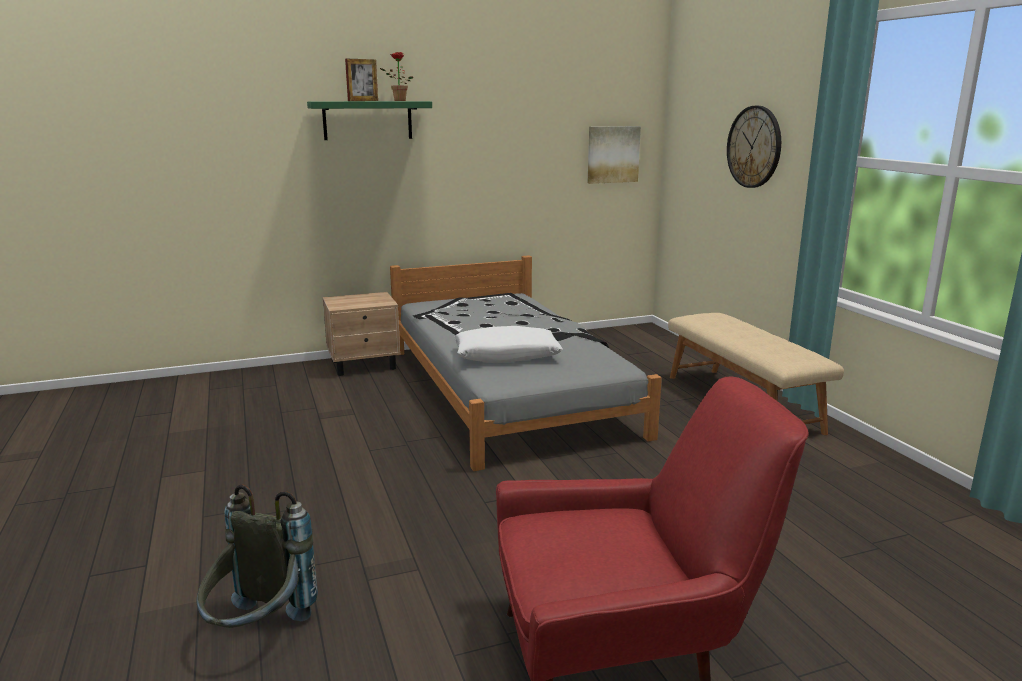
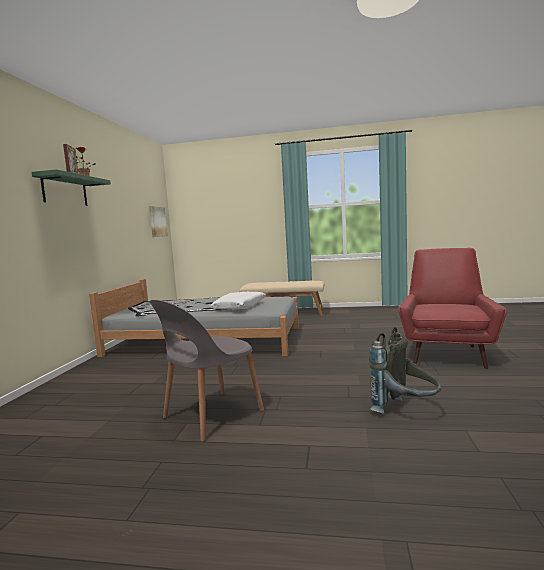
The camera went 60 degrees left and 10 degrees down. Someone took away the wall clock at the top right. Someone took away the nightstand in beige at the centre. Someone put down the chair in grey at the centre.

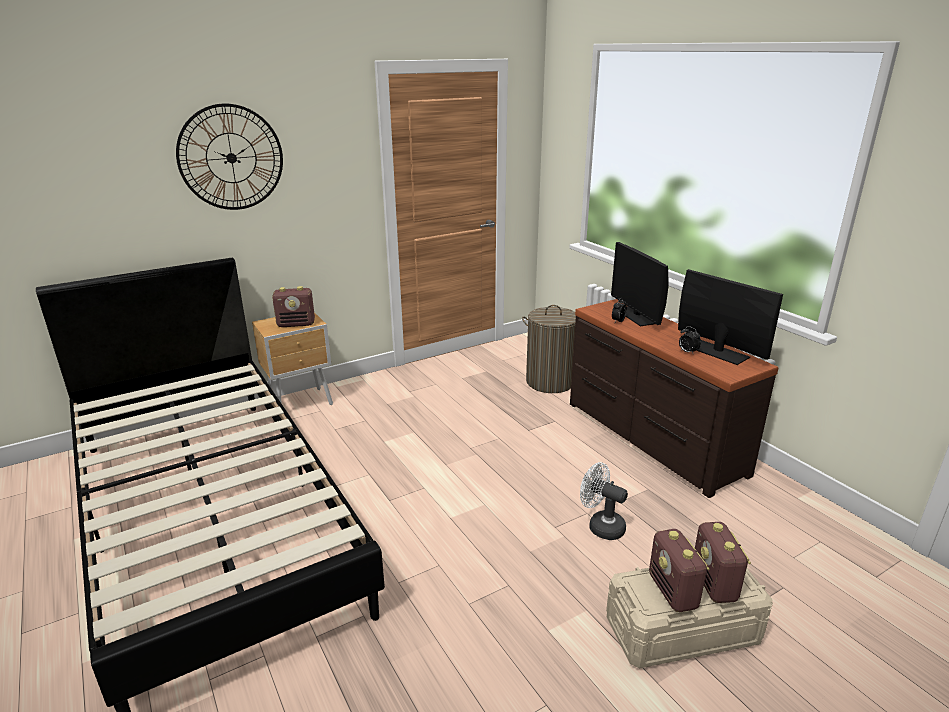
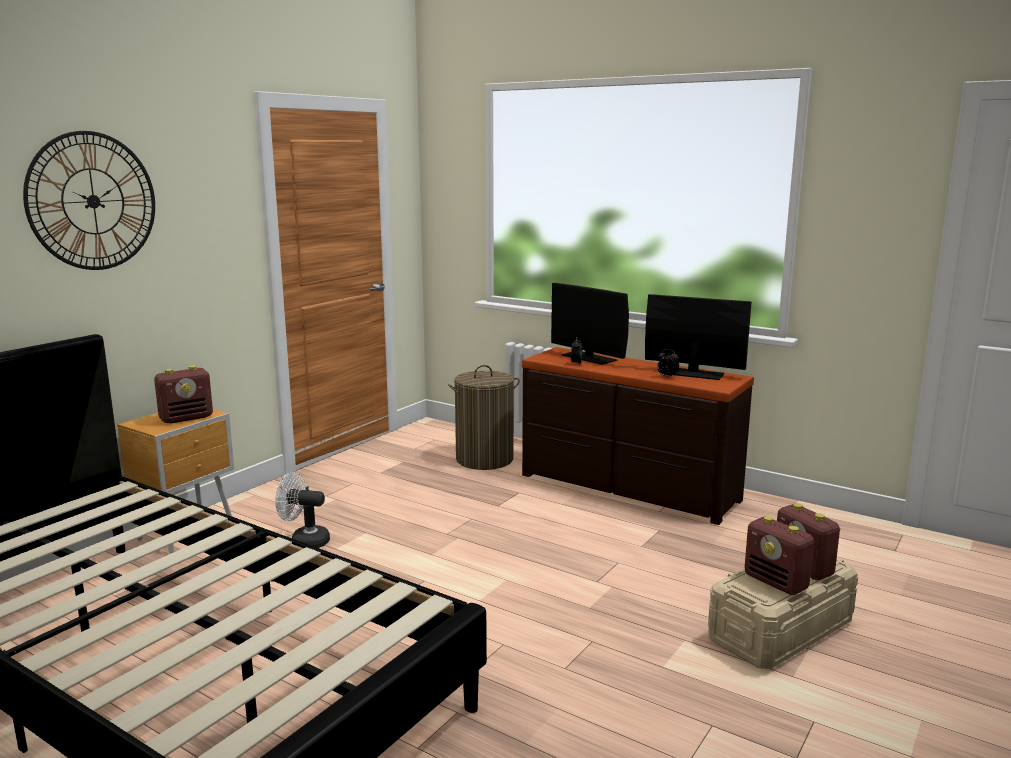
The camera went 25 degrees left and 10 degrees down. Someone carried the fan in white from the bottom centre to the bottom left.

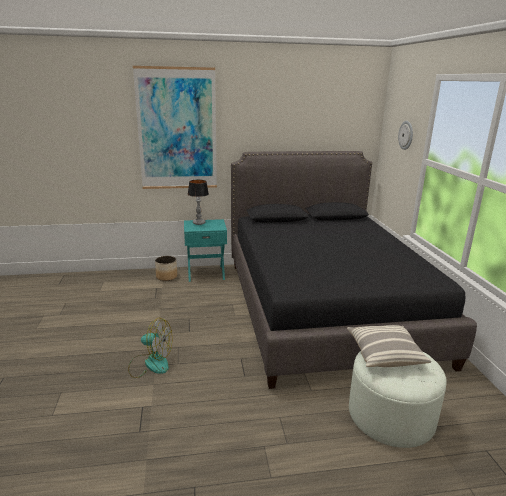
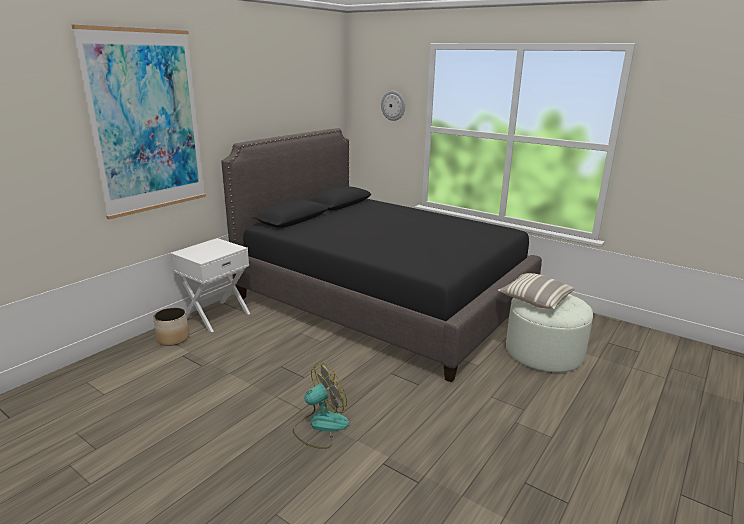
The camera went 45 degrees left and 0 degrees up. Someone took away the table lamp at the centre. Someone repainted the nightstand in turquoise at the centre, which became the nightstand in white at the middle left.

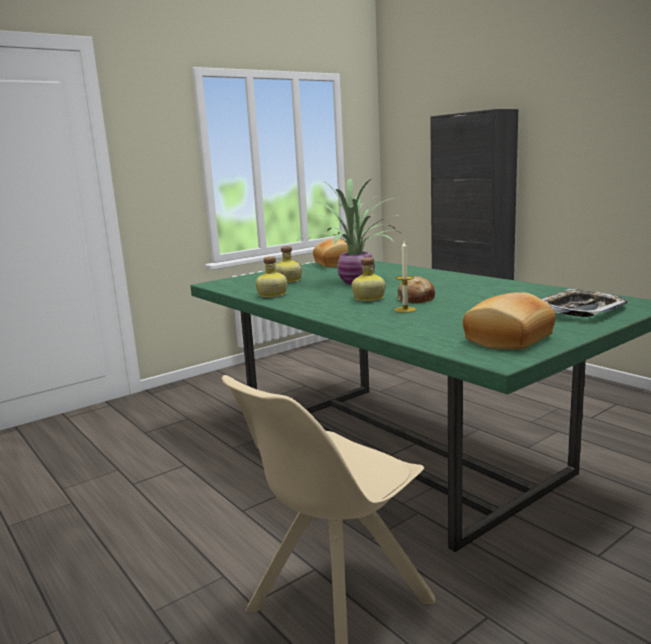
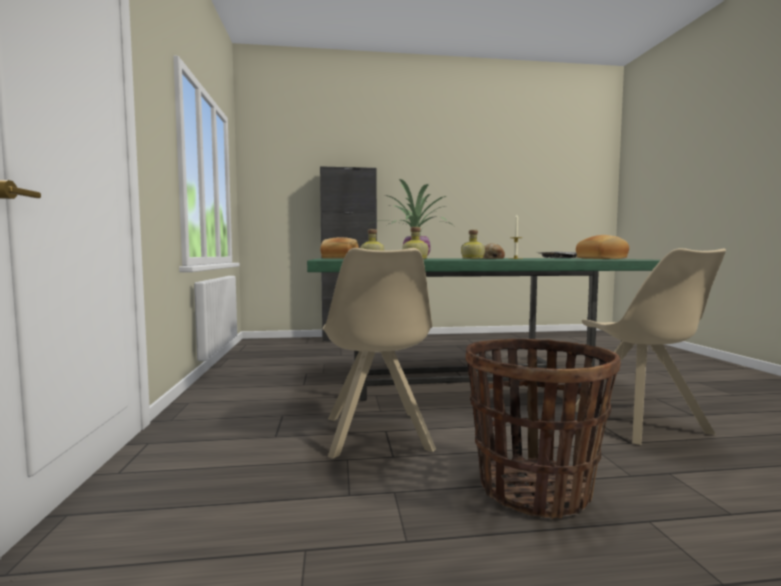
The camera went 60 degrees left and 10 degrees down. Someone put down the chair in beige (1st from left) at the centre. Someone put down the basket at the bottom right.

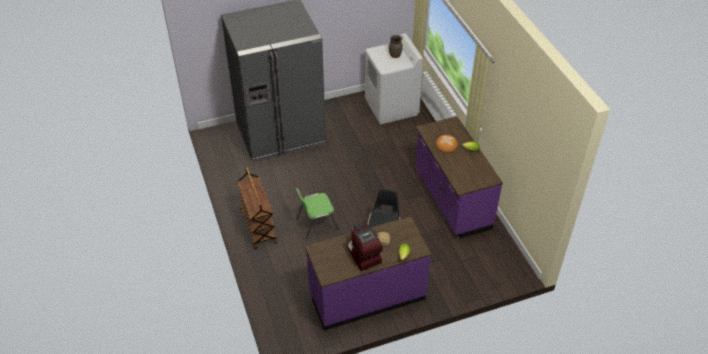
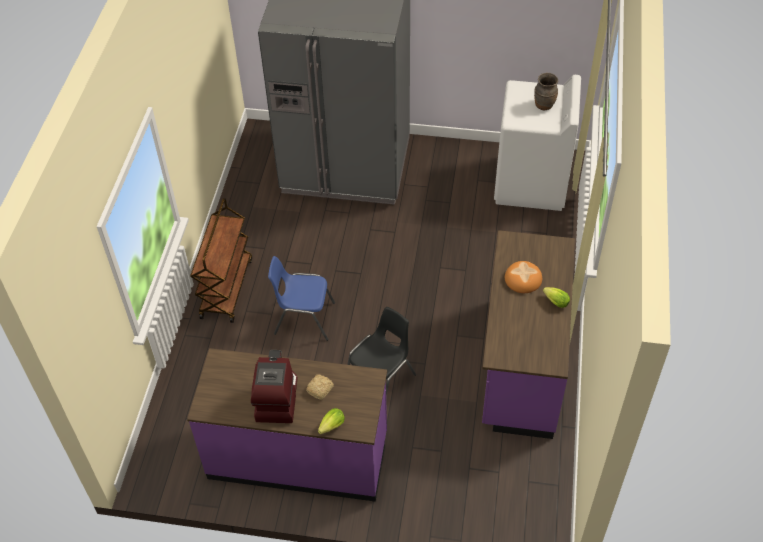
The camera went 30 degrees right and 5 degrees up. Someone repainted the chair in green at the centre, which became the chair in blue at the centre.

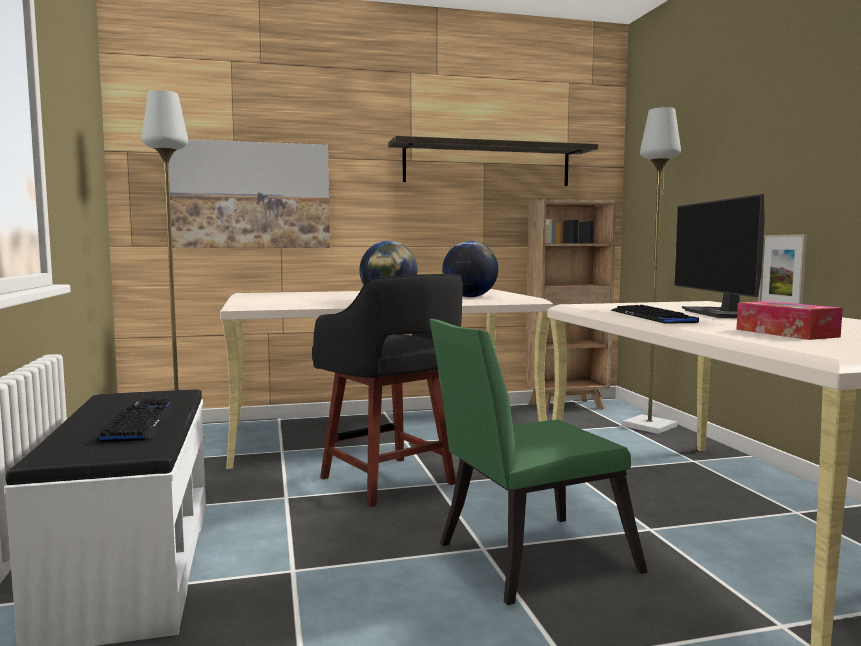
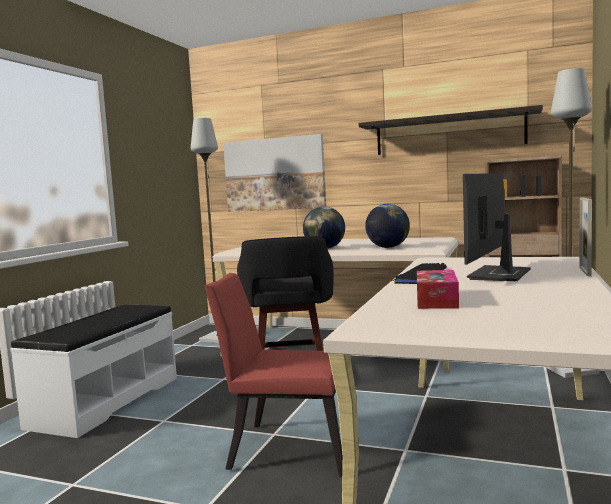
The camera went 35 degrees right and 0 degrees up. Someone repainted the chair in green at the bottom centre, which became the chair in red at the bottom centre. Someone took away the keyboard (1st from left) at the middle left.

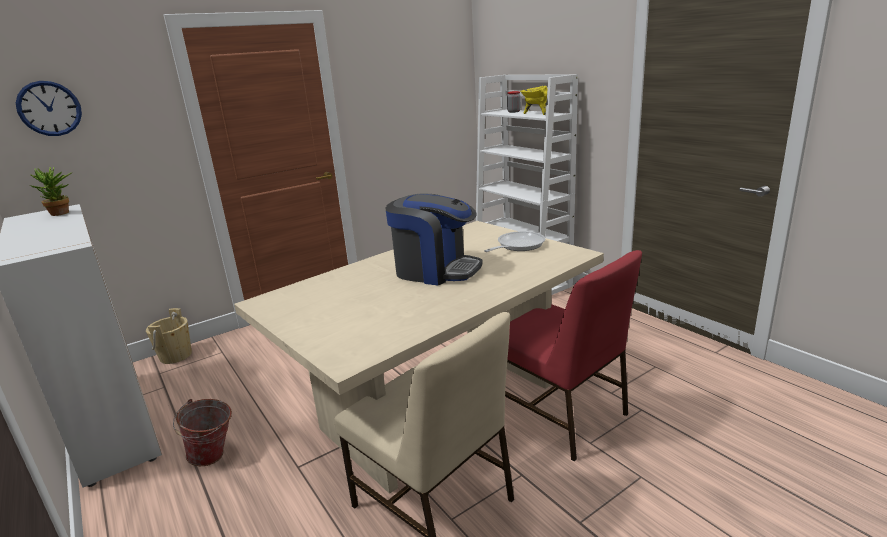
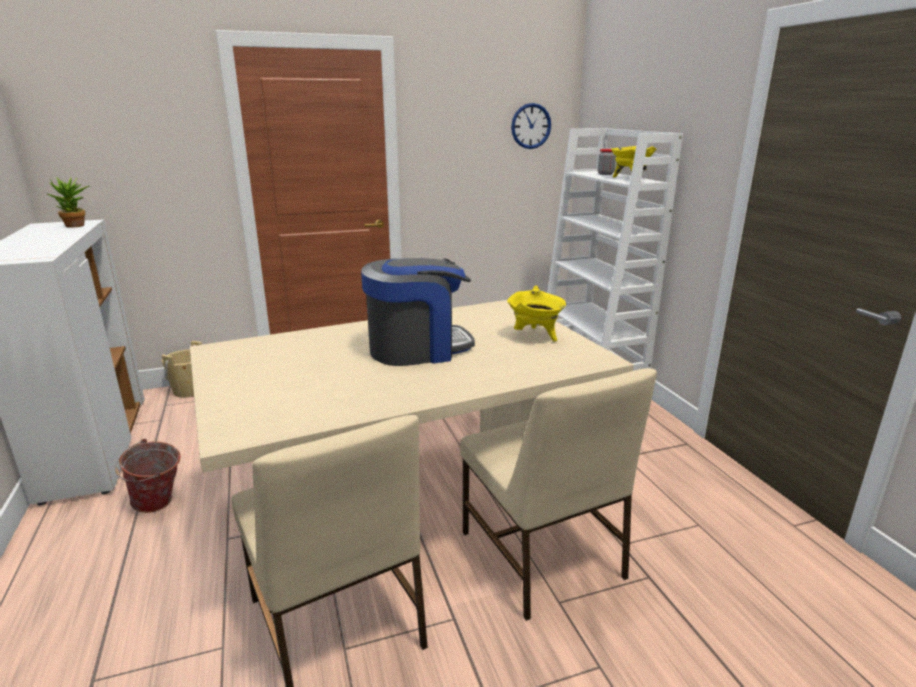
The camera went 15 degrees right and 0 degrees up. Someone carried the wall clock from the top left to the top centre. Someone rotated the coffee machine at the centre by 60 degrees counterclockwise. Someone swapped the frying pan at the centre for the cooking pot in yellow (1st from left) at the centre. Someone repainted the chair in red at the centre, which became the chair in beige (2nd from left) at the bottom centre.

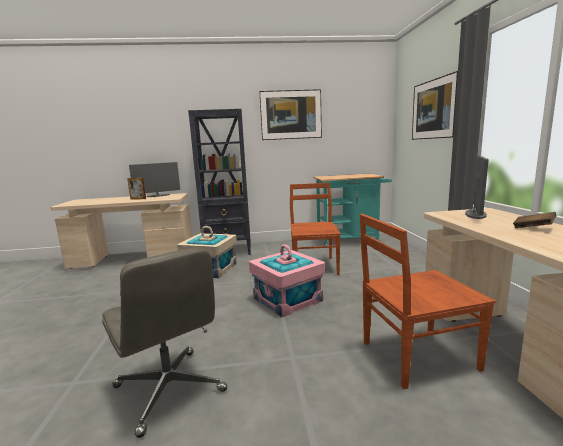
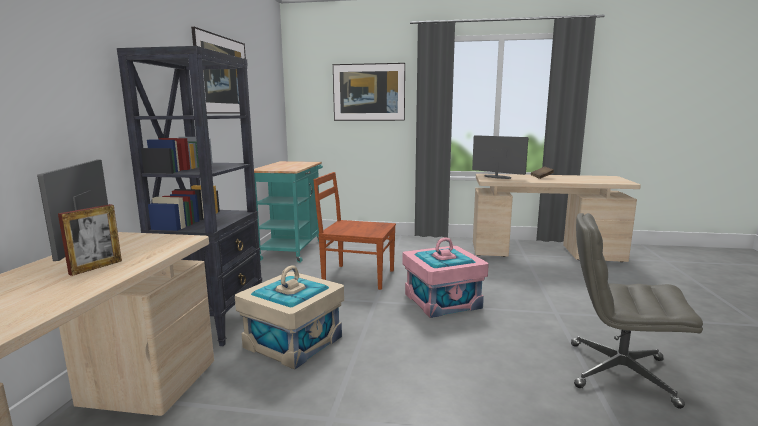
The camera went 75 degrees left and 0 degrees up. Someone took away the chair in brown (2nd from left) at the bottom right. Someone rotated the office chair in grey at the bottom left by 135 degrees counterclockwise.

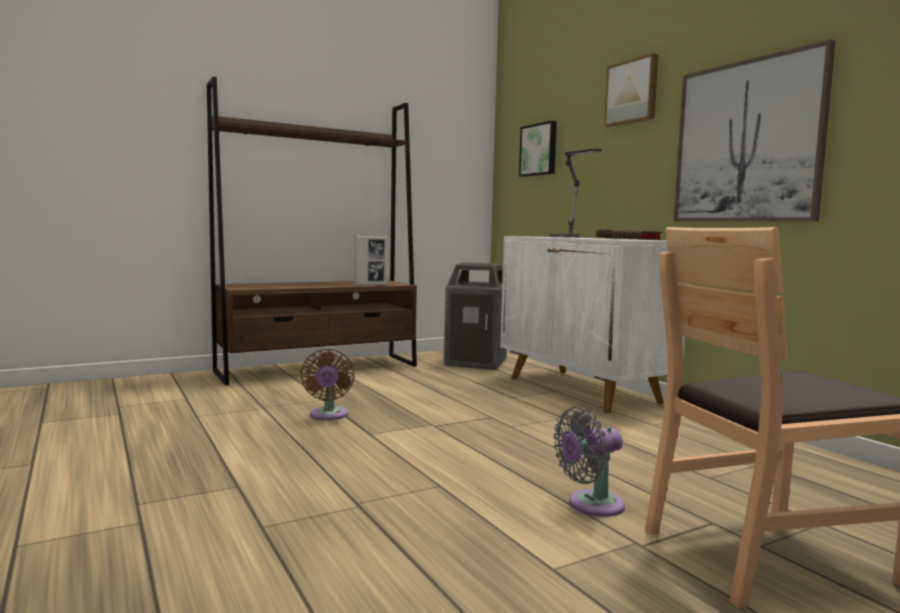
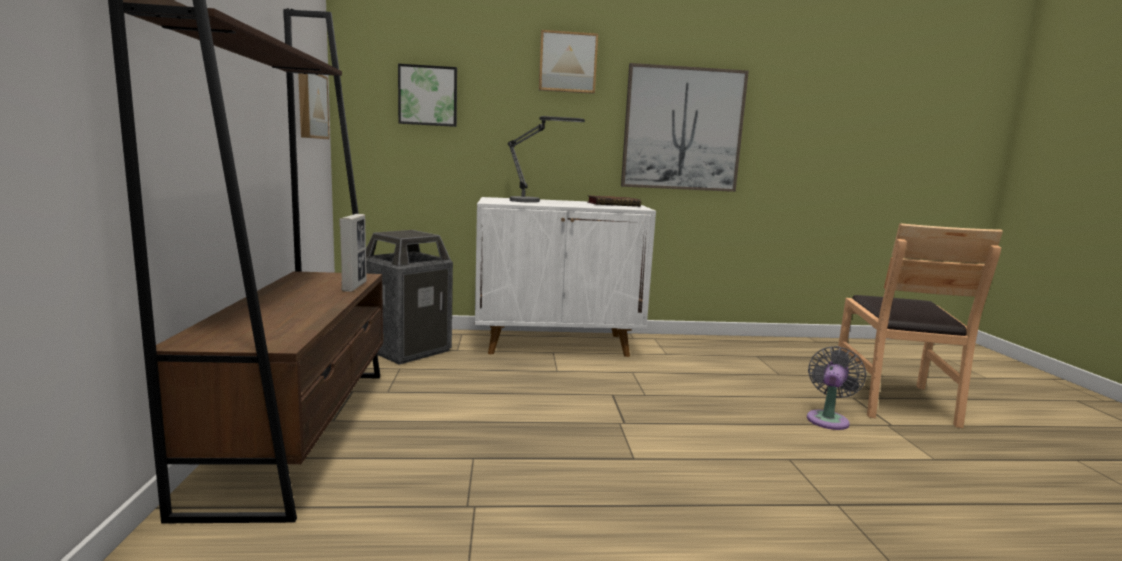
The camera went 65 degrees left and 5 degrees up. Someone took away the fan in brown at the centre. Someone rotated the fan in grey at the bottom centre by 150 degrees counterclockwise. Someone put up the picture (1st from left) at the top left.

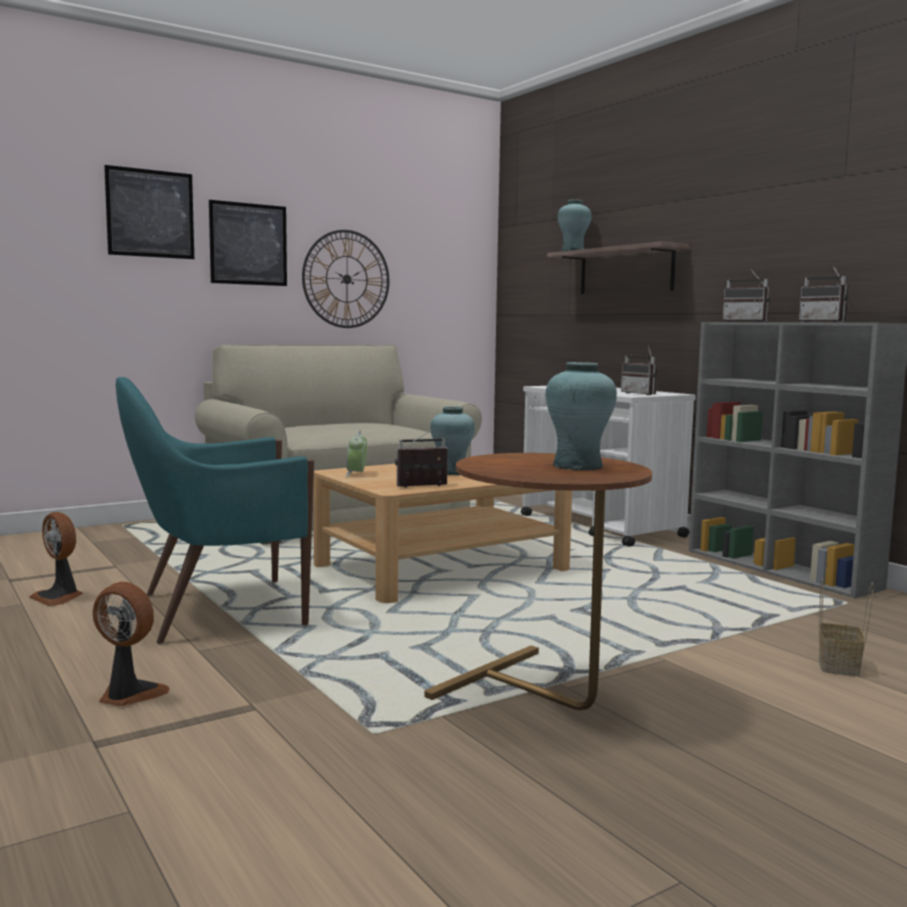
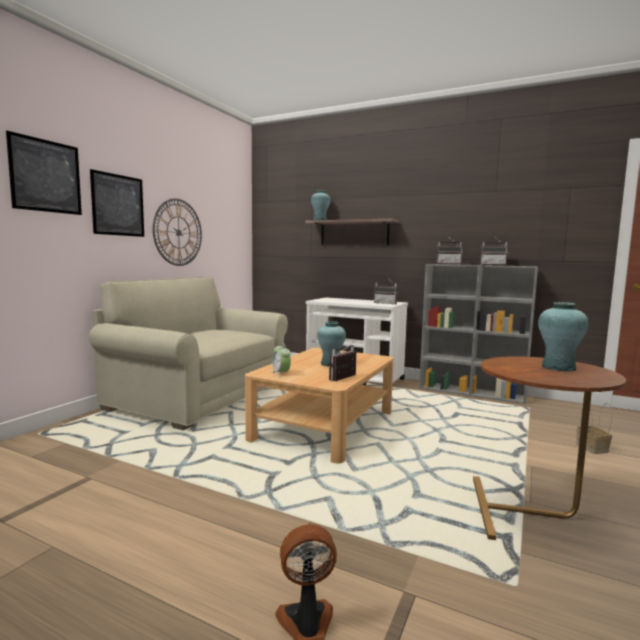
The camera went 30 degrees left and 0 degrees up. Someone took away the armchair in turquoise at the middle left. Someone took away the fan (1st from left) at the middle left.

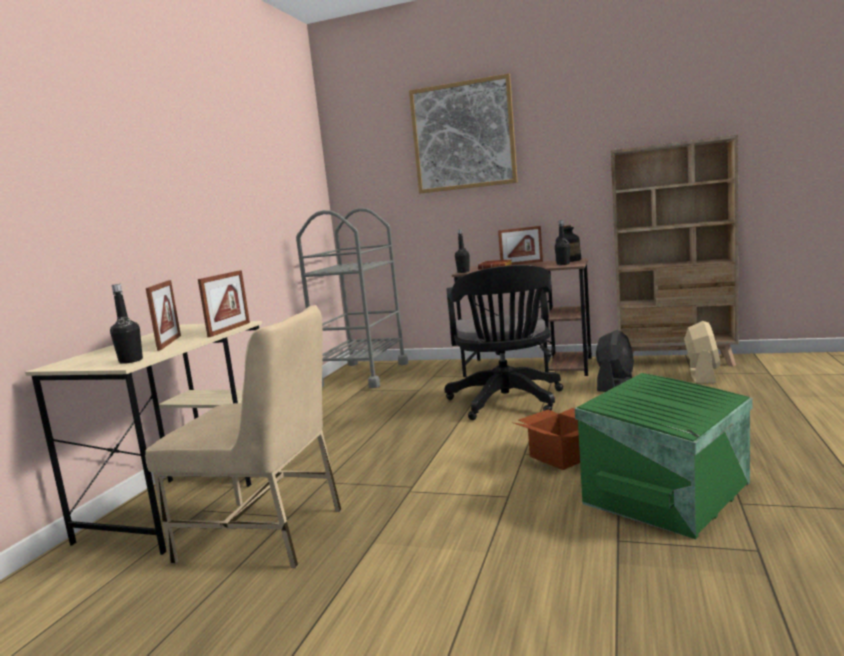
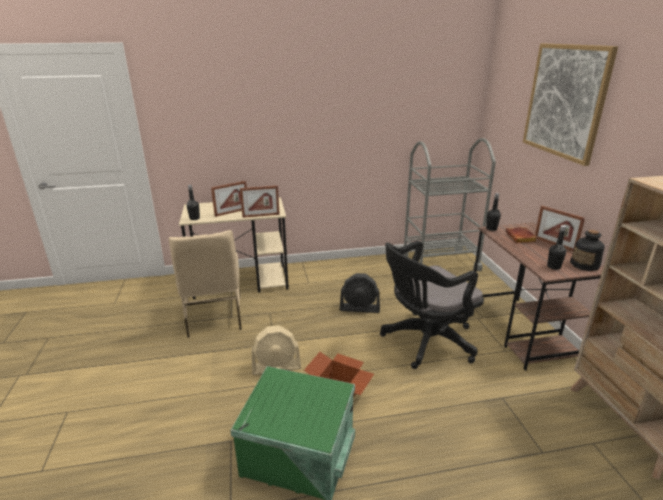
The camera went 60 degrees right and 15 degrees up. Someone carried the fan in beige from the middle right to the bottom centre. Someone carried the fan in black from the middle right to the centre.

